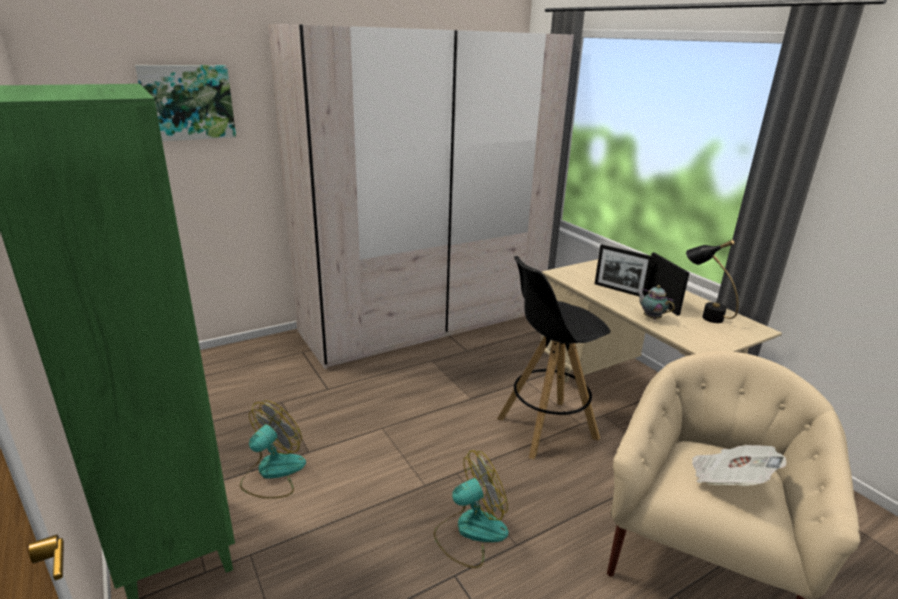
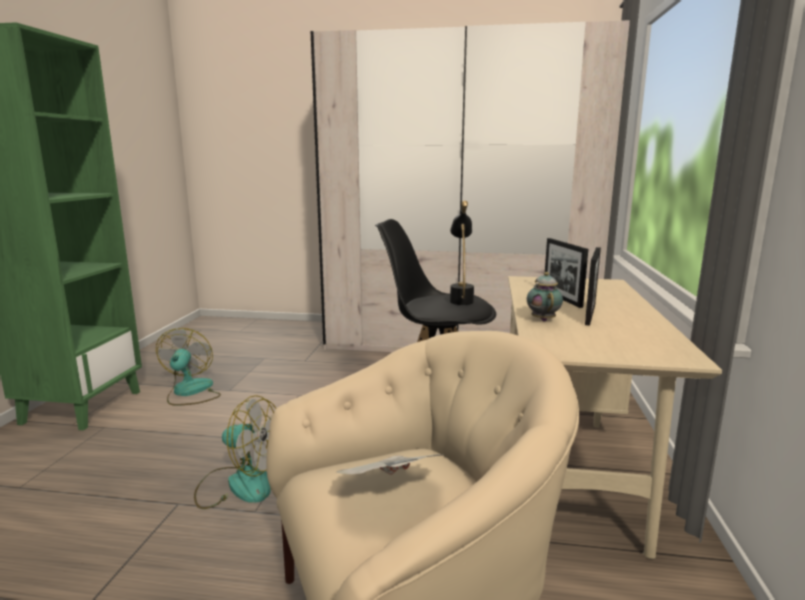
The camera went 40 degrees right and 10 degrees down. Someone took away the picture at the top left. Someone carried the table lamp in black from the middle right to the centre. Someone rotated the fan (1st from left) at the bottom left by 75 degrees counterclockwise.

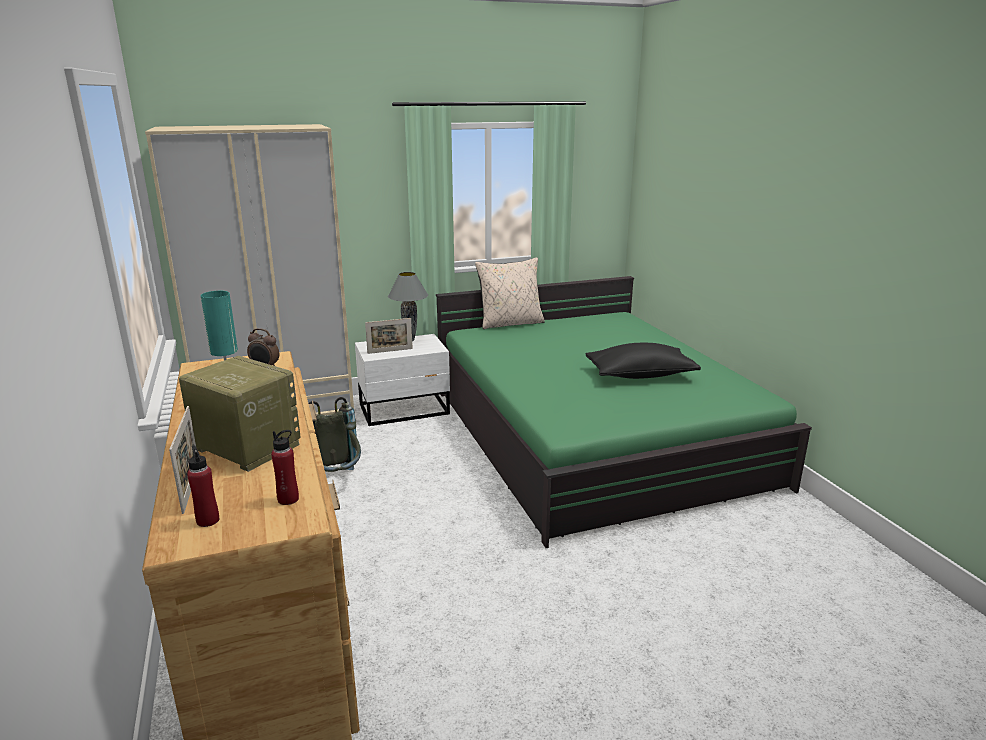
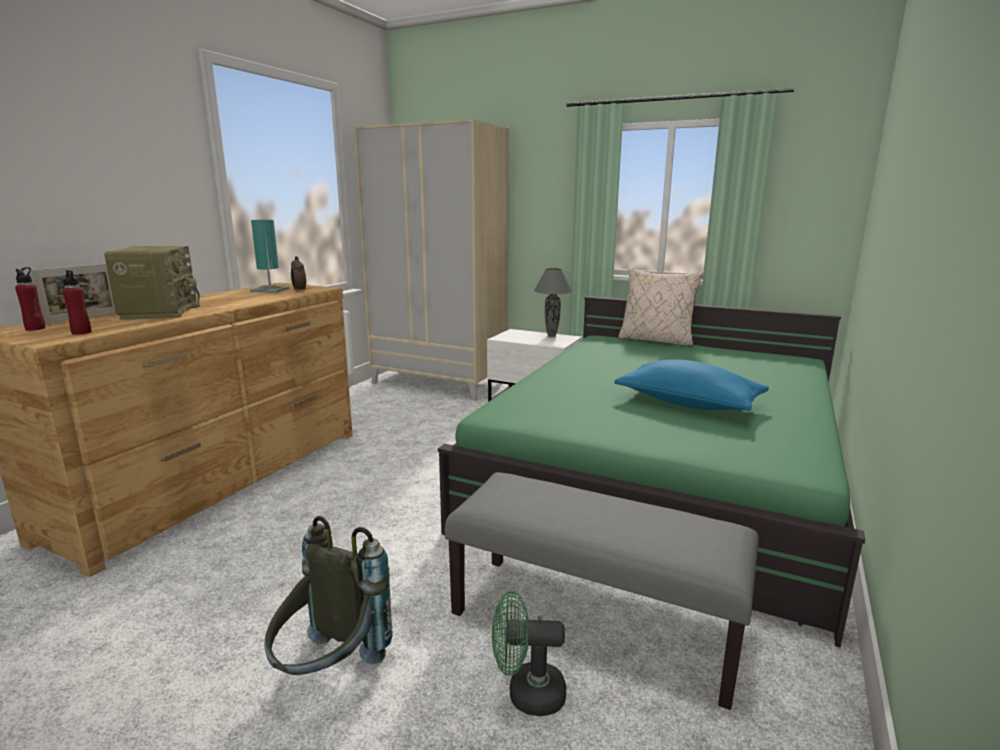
The camera went 45 degrees right and 5 degrees down. Someone took away the picture frame (2nd from left) at the centre. Someone repainted the pillow in black at the centre, which became the pillow in blue at the middle right. Someone carried the backpack in grey from the centre to the bottom left. Someone put down the bench in grey at the bottom centre. Someone put down the fan in green at the bottom centre.

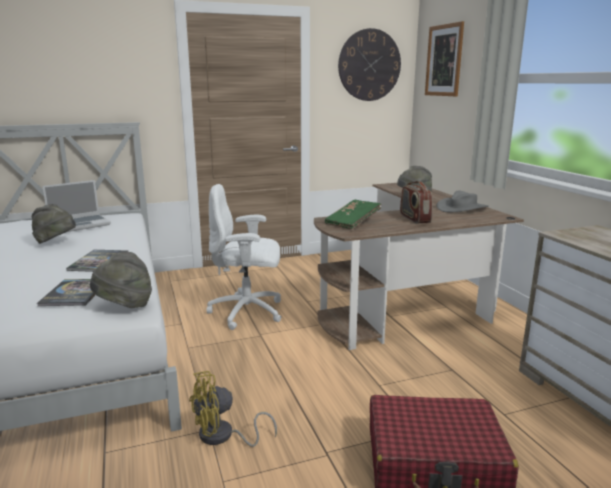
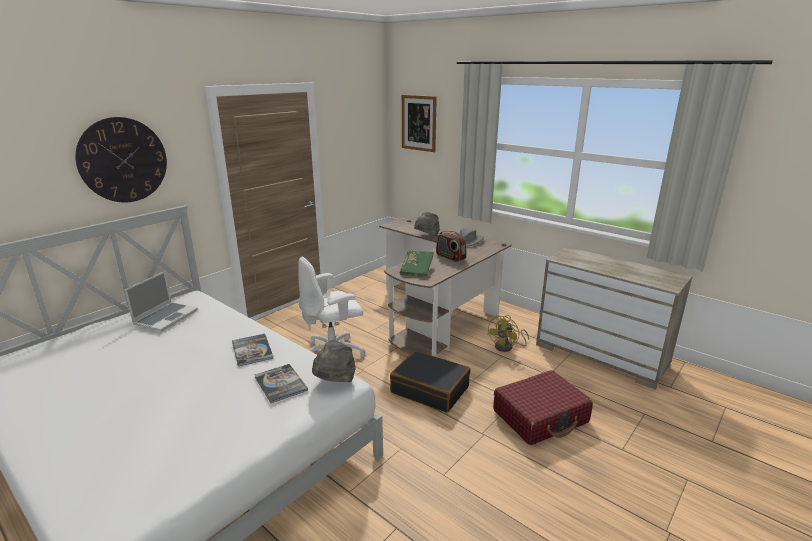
The camera went 30 degrees left and 5 degrees up. Someone carried the wall clock from the top centre to the top left. Someone took away the hat in grey (1st from left) at the middle left. Someone carried the fan in yellow from the bottom centre to the centre. Someone put down the suitcase in black at the bottom centre.

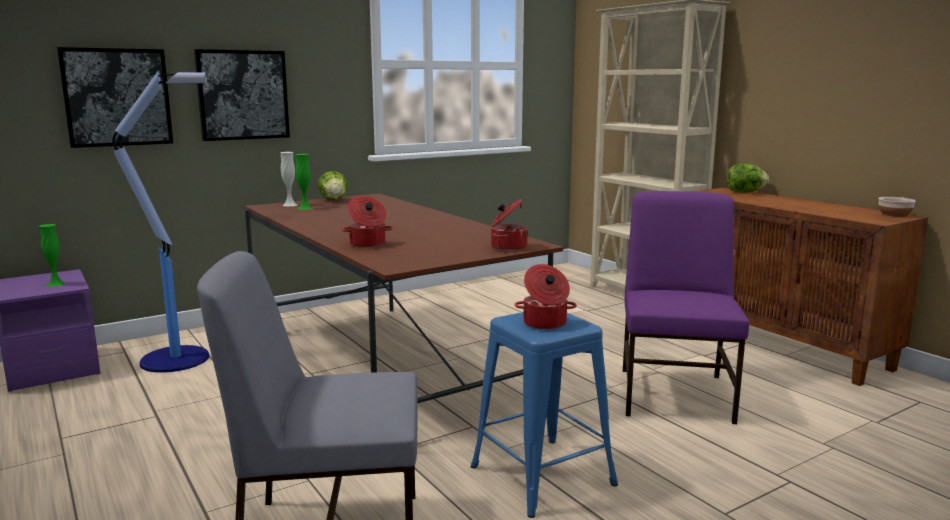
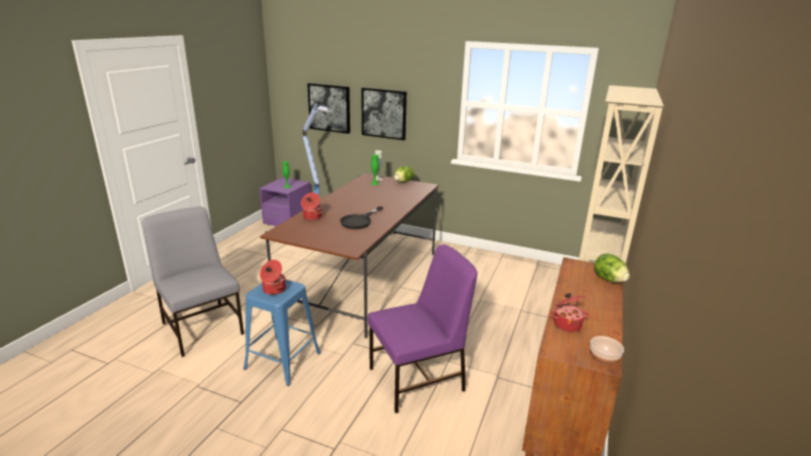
The camera went 55 degrees right and 10 degrees up. Someone carried the cooking pot (2nd from left in the first image) from the centre to the bottom right. Someone put down the frying pan in black at the centre.

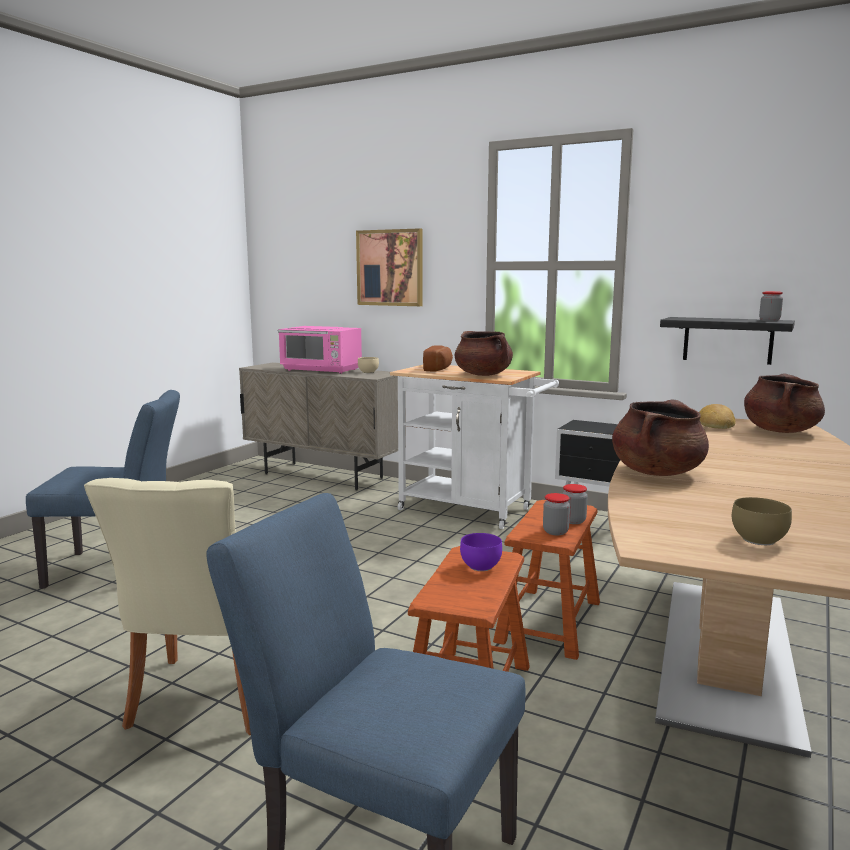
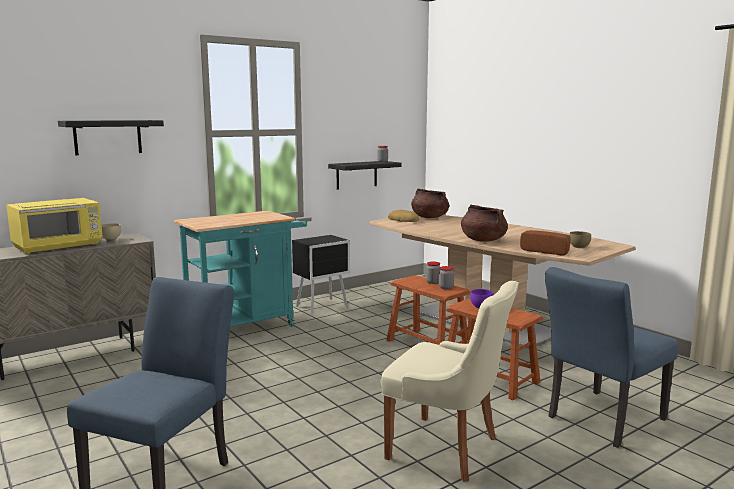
The camera went 65 degrees left and 0 degrees up. Someone swapped the picture at the top centre for the shelf in black (1st from left) at the top left. Someone repainted the microwave in pink at the centre, which became the microwave in yellow at the middle left. Someone took away the cooking pot in brown (1st from left) at the centre. Someone carried the bread (1st from left in the first image) from the centre to the middle right. Someone repainted the cart in white at the centre, which became the cart in turquoise at the middle left.

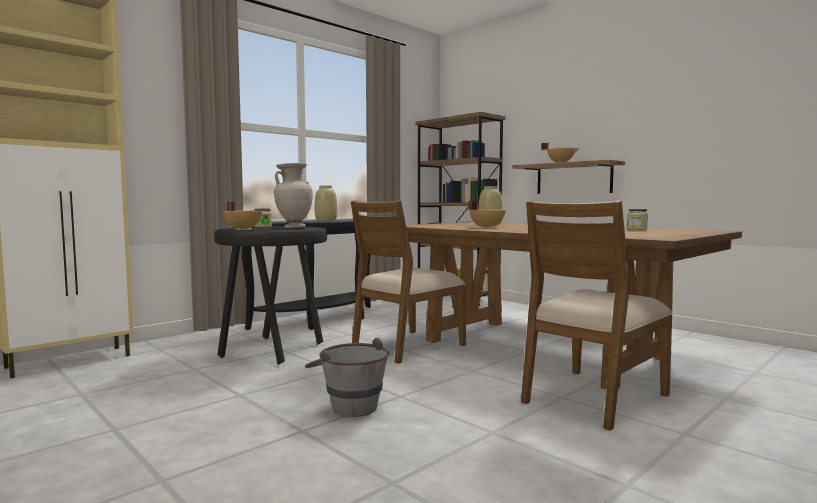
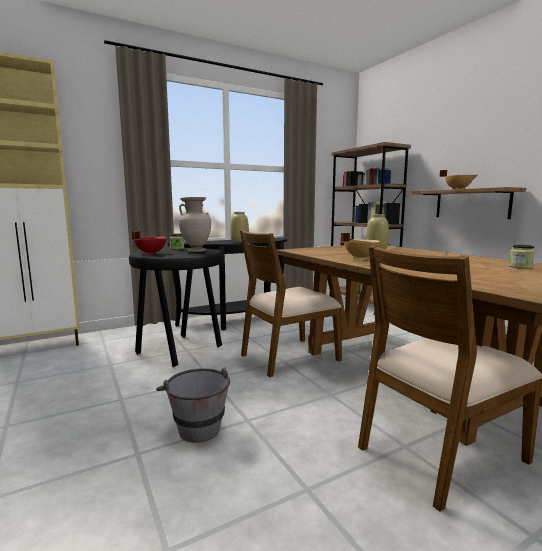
The camera went 15 degrees right and 5 degrees up. Someone repainted the cooking pot in beige (1st from left) at the middle left, which became the cooking pot in red at the middle left.

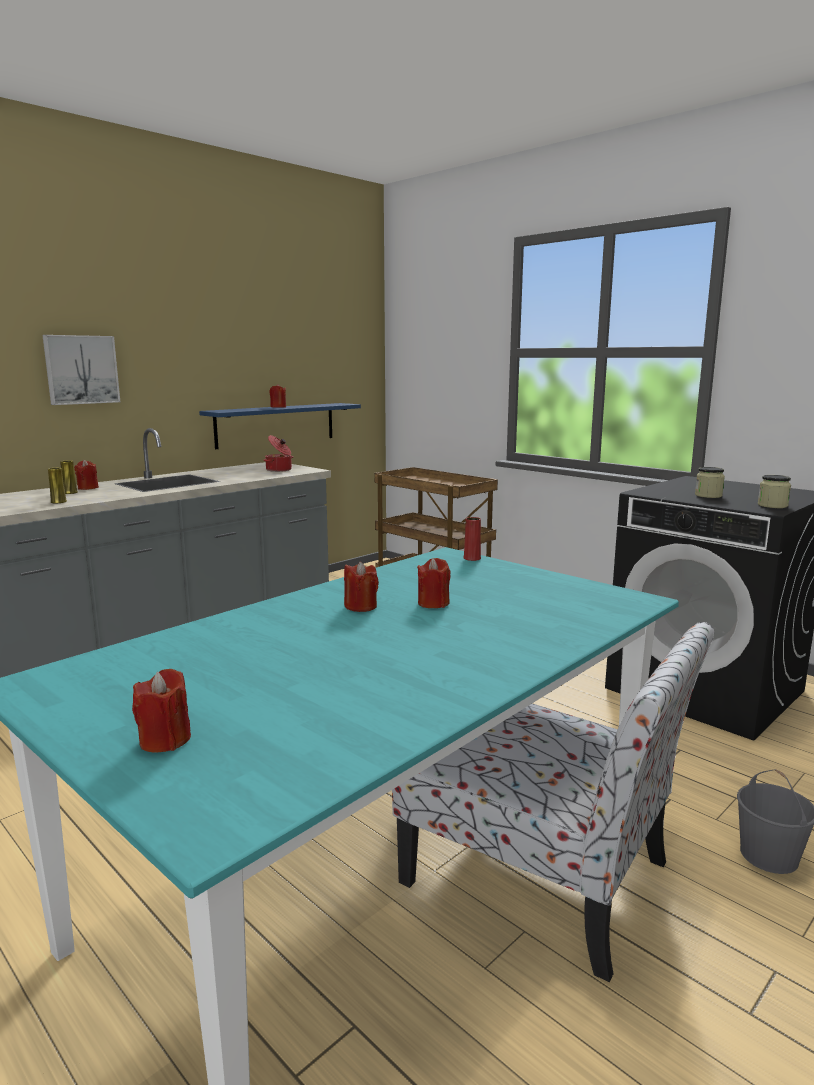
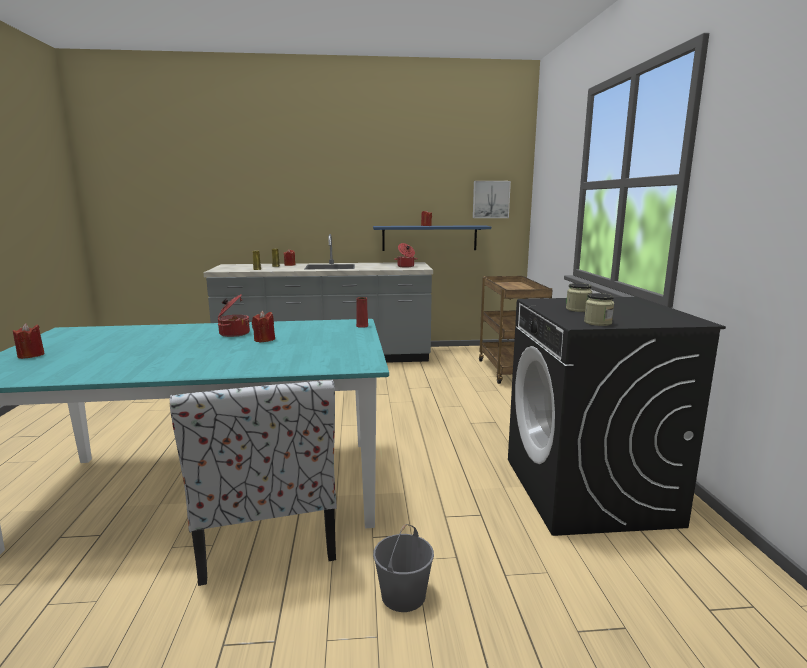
The camera went 40 degrees right and 0 degrees up. Someone carried the picture from the middle left to the top centre. Someone swapped the candle in red (4th from left) at the centre for the cooking pot (1st from left) at the middle left.

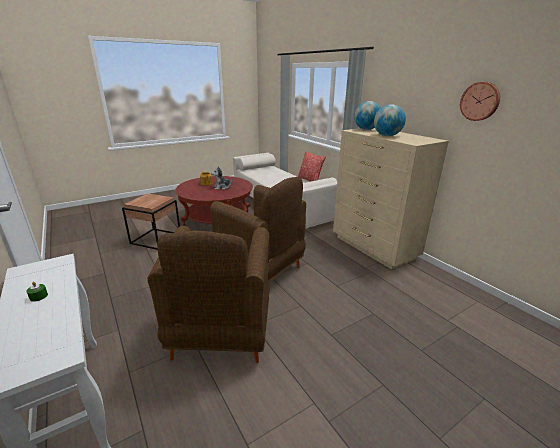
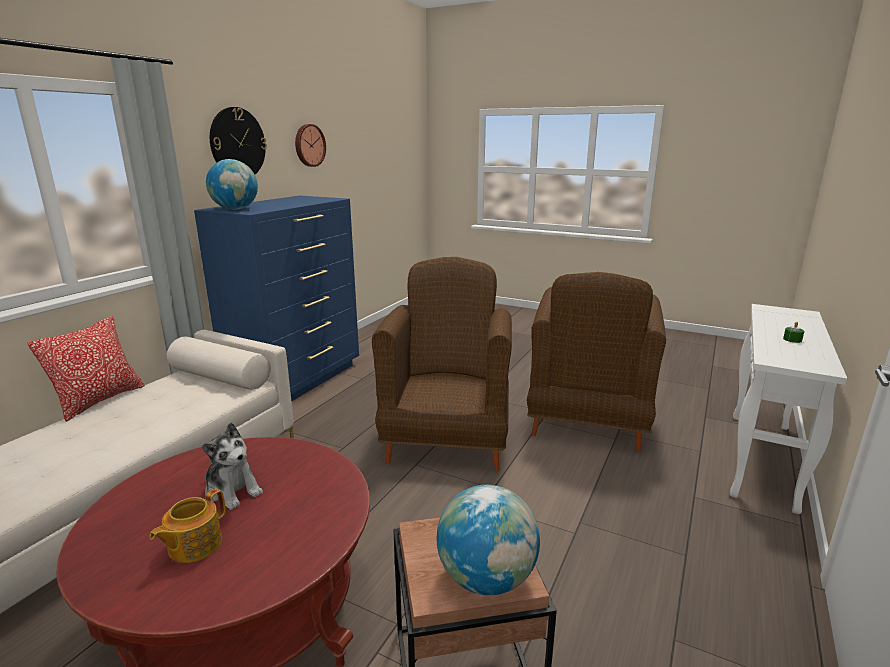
The camera went 120 degrees left and 5 degrees down. Someone carried the globe (2nd from left) from the top right to the bottom centre. Someone repainted the dresser in beige at the middle right, which became the dresser in blue at the middle left. Someone rotated the armchair in brown (1st from left in the first image) at the centre by 135 degrees clockwise. Someone put up the wall clock (1st from left) at the top left.

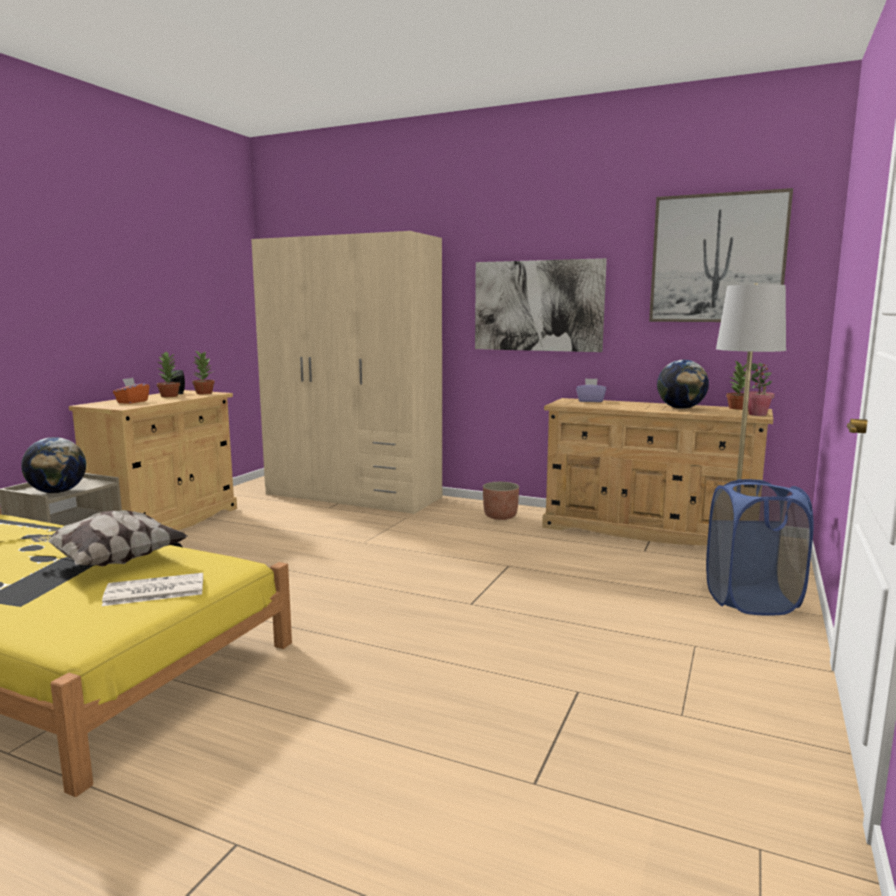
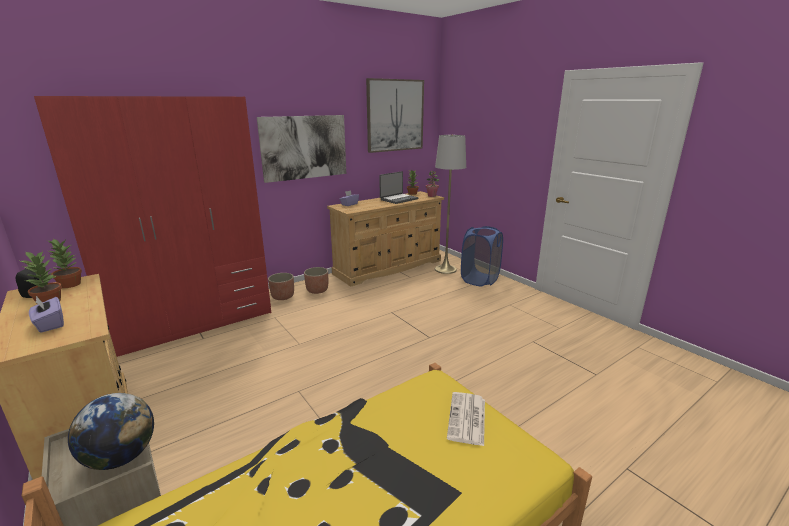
The camera went 60 degrees left and 10 degrees up. Someone repainted the wardrobe in beige at the centre, which became the wardrobe in red at the middle left. Someone swapped the globe (2nd from left) at the middle right for the laptop at the centre. Someone repainted the tissue box in orange at the middle left, which became the tissue box in purple (1st from left) at the middle left. Someone took away the pillow at the middle left. Someone put down the planter (1st from left) at the centre.

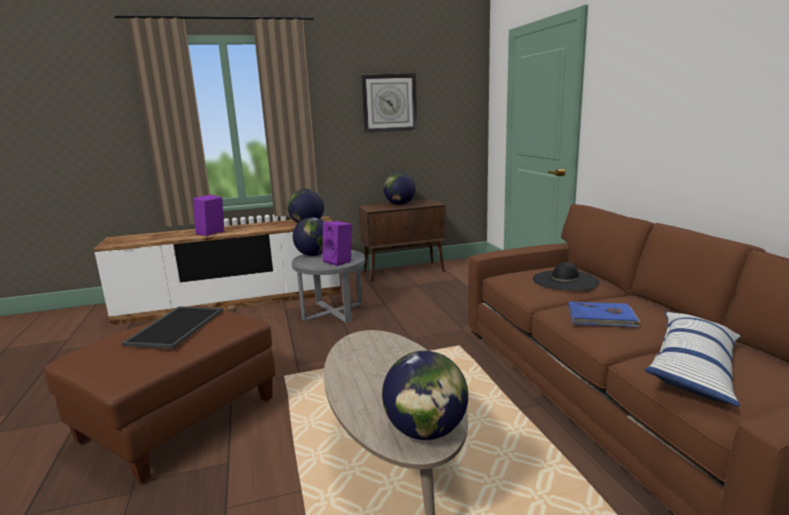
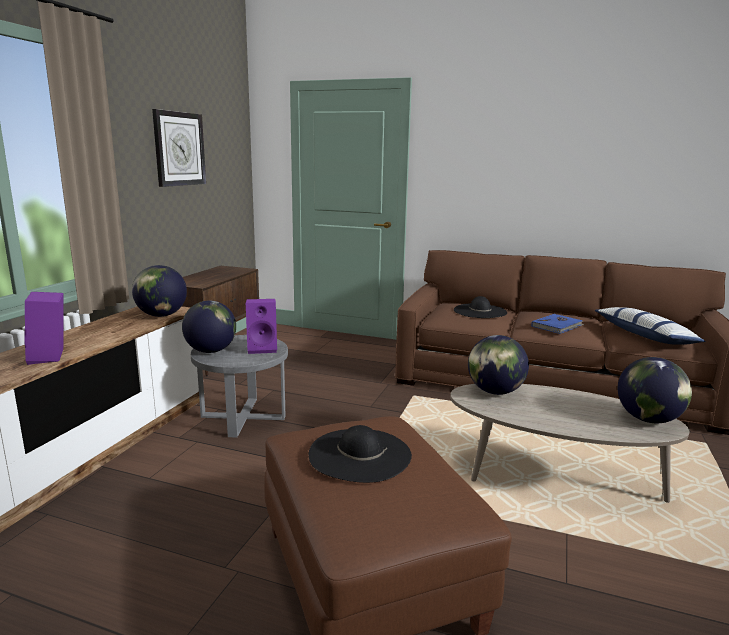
The camera went 55 degrees left and 0 degrees up. Someone carried the globe (3rd from left) from the centre to the middle right. Someone swapped the tray at the middle left for the hat in black (1st from left) at the bottom centre.

